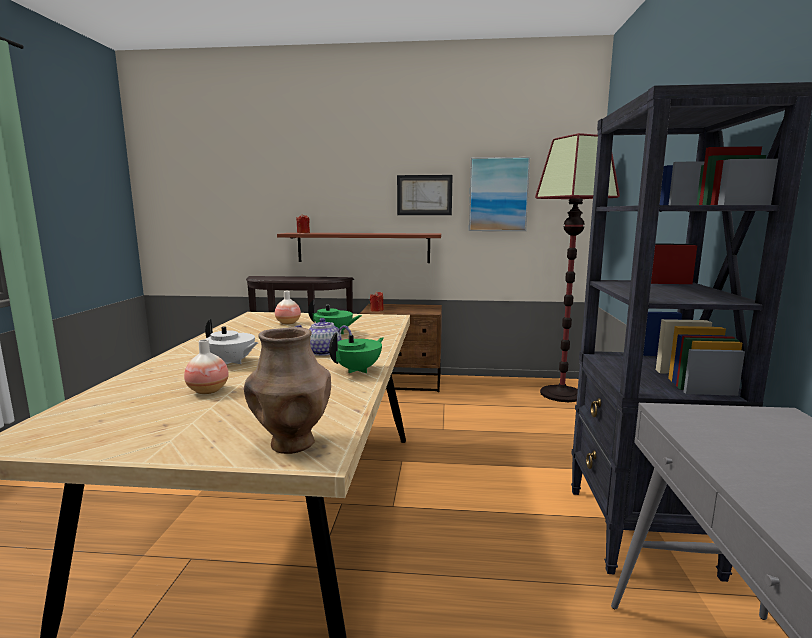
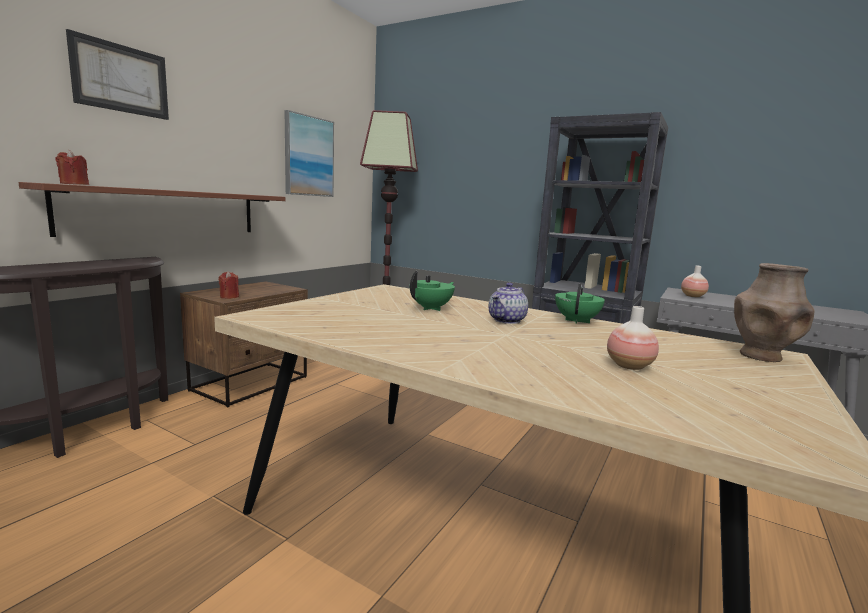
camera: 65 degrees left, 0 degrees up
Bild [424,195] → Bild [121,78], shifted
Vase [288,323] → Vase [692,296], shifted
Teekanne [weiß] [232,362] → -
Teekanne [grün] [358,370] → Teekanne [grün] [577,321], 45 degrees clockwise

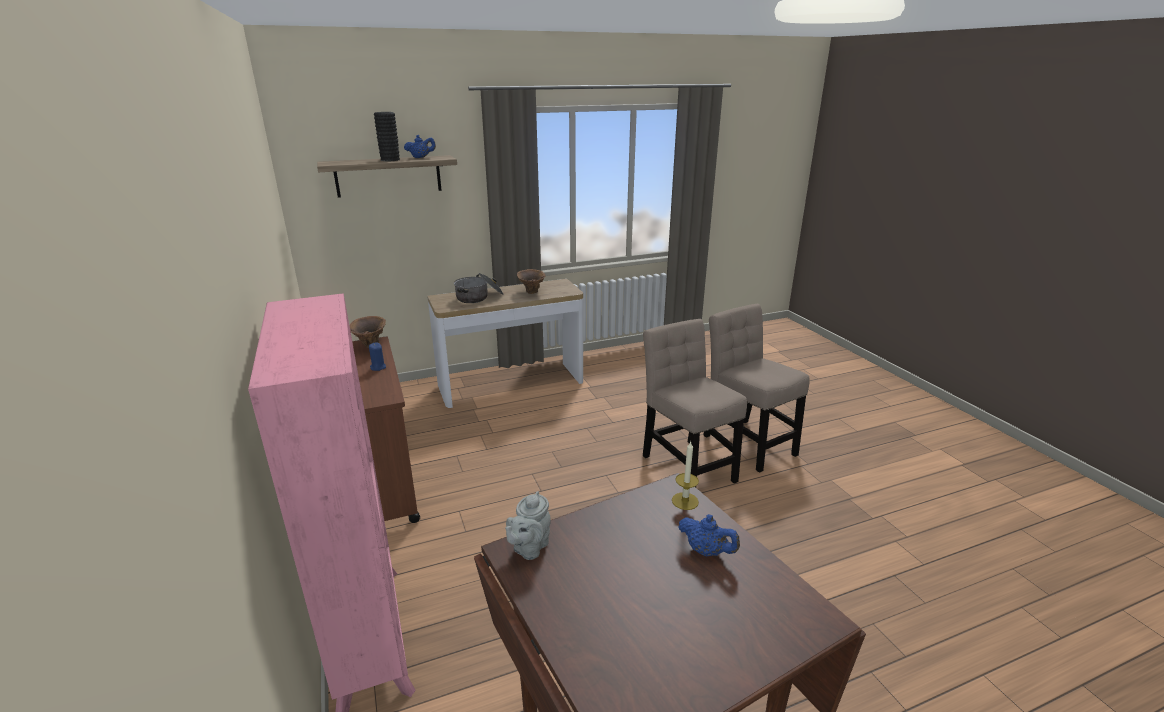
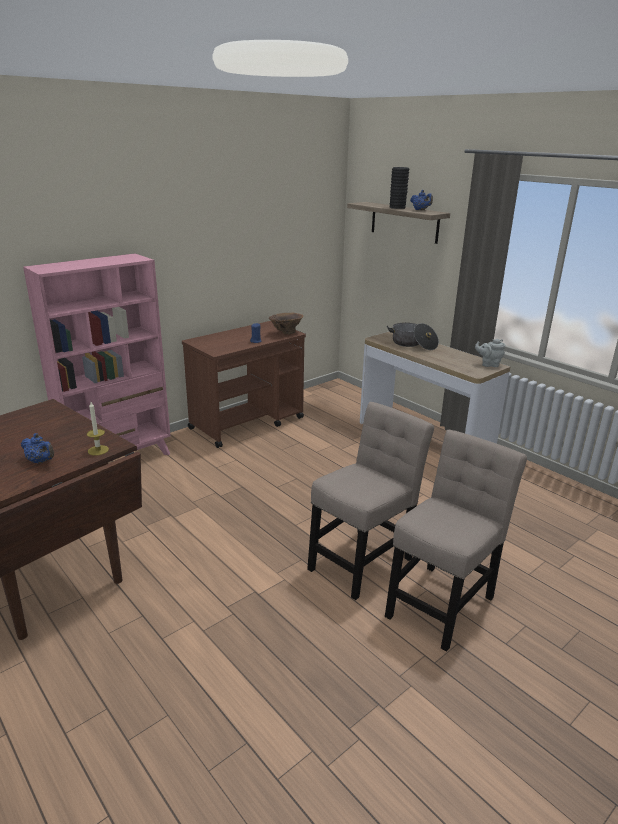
camera: 70 degrees right, 0 degrees up
Vase [braun] [531,293] → -
Teekanne [grau] [529,548] → Teekanne [grau] [489,364], shifted
Teekanne [blau] [706,551] → Teekanne [blau] [41,461], 75 degrees counterclockwise

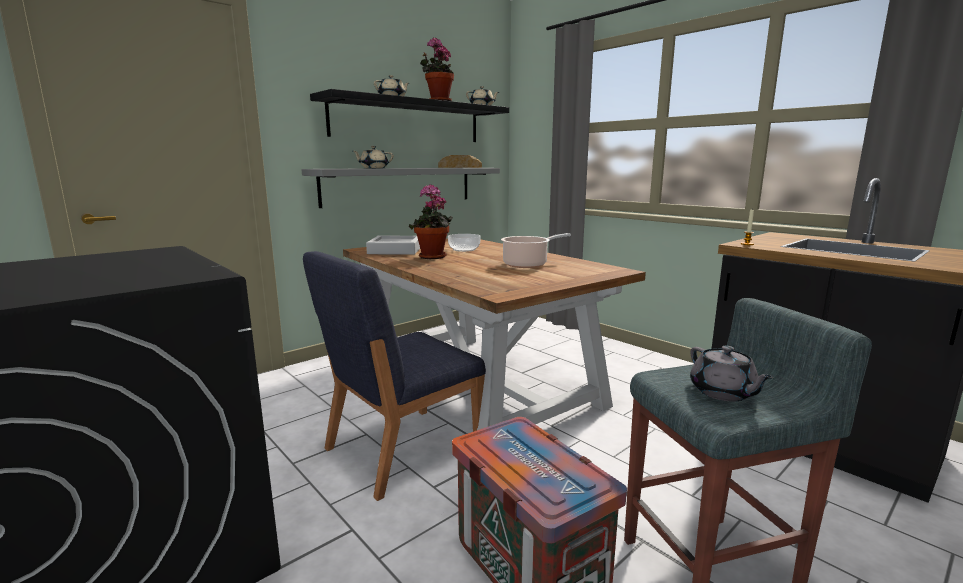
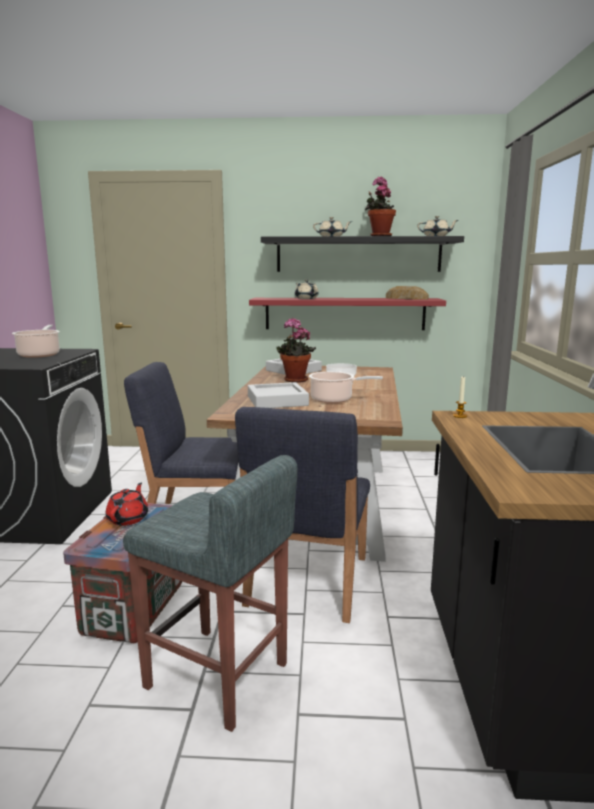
camera: 45 degrees right, 0 degrees up
Wandregal [grau] [400,185] → Wandregal [rot] [345,313]
Teekanne [grau] [723,393] → -
- → Kochtopf [40,354]
- → Tablett [grau] [277,401]
- → Stuhl [blau] [307,581]
- → Teekanne [rot] [128,518]

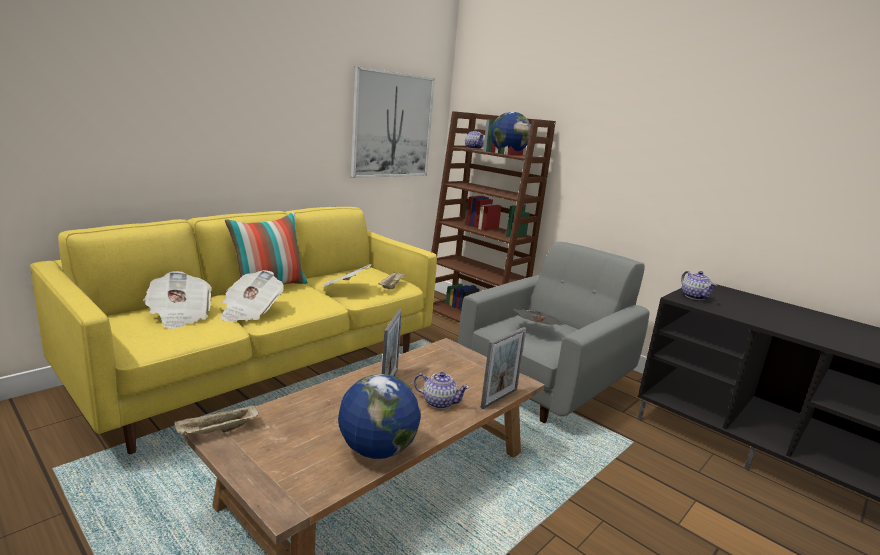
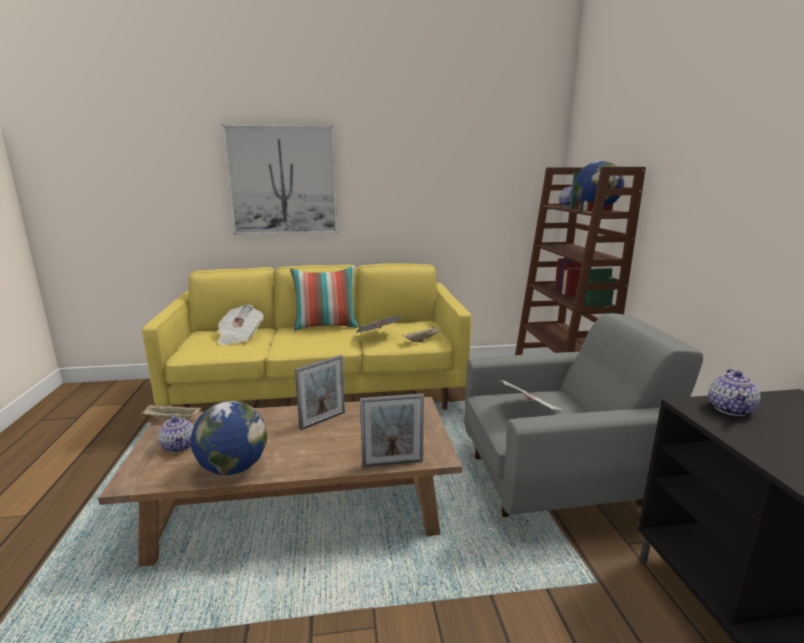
camera: 40 degrees right, 0 degrees up
Bild [392,125] → Bild [282,181], shifted
Zeitung [250,312] → -
Teekanne [439,402] → Teekanne [179,446], shifted

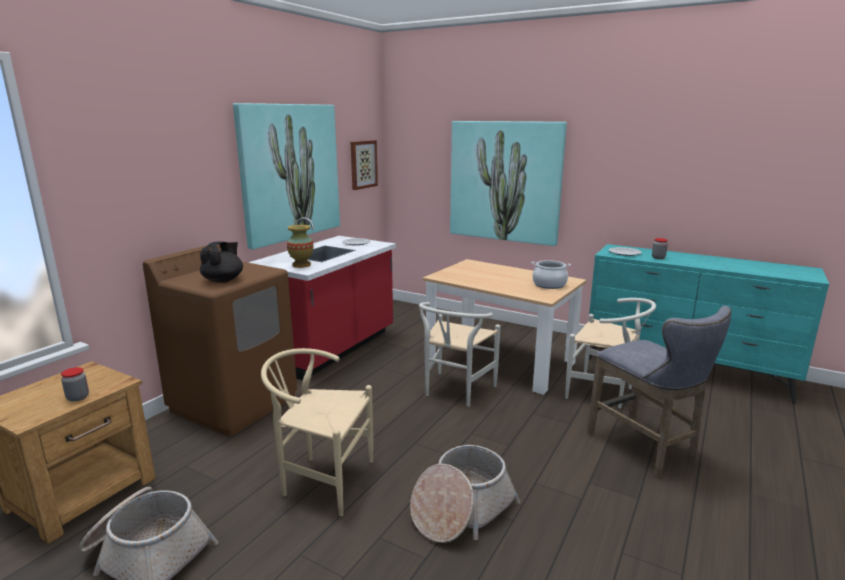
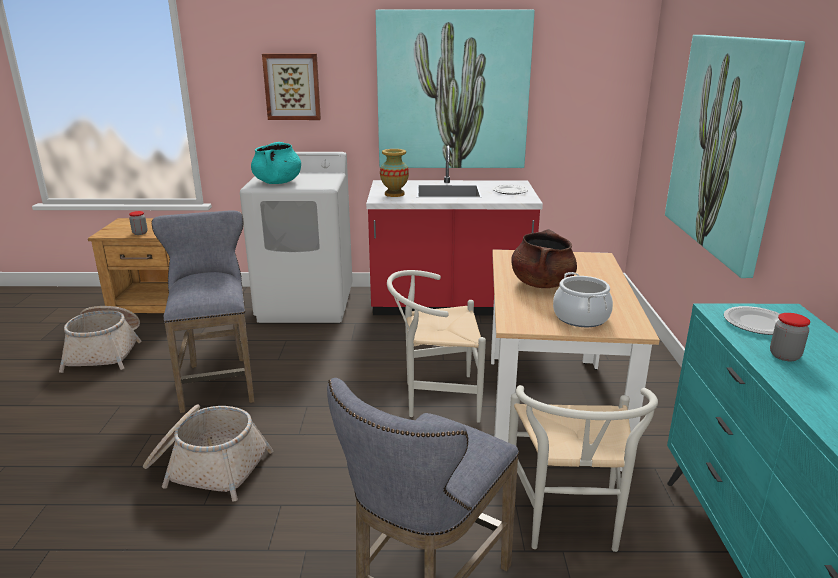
camera: 60 degrees right, 5 degrees up
Bild [363,164] → Bild [292,87], shifted
Teekanne [schwarz] [223,280] → Kochtopf [türkis] [277,182]
Waschmaschine [braun] [234,403] → Waschmaschine [weiß] [306,304]
Stuhl [beige] [321,480] → Hocker [grau] [218,380]
- → Kochtopf [braun] [541,283]

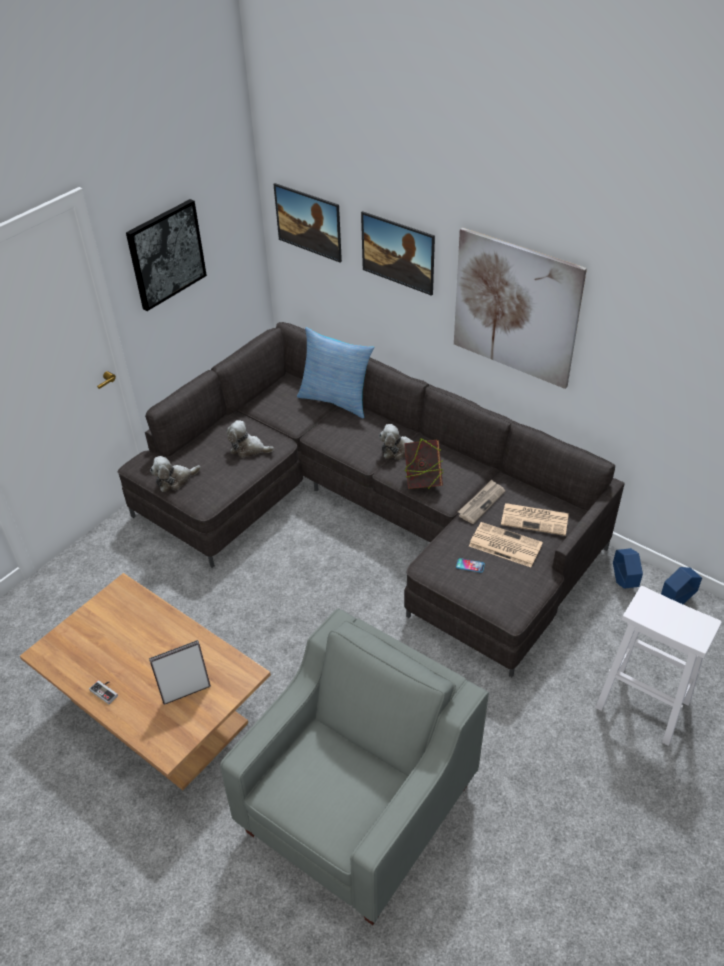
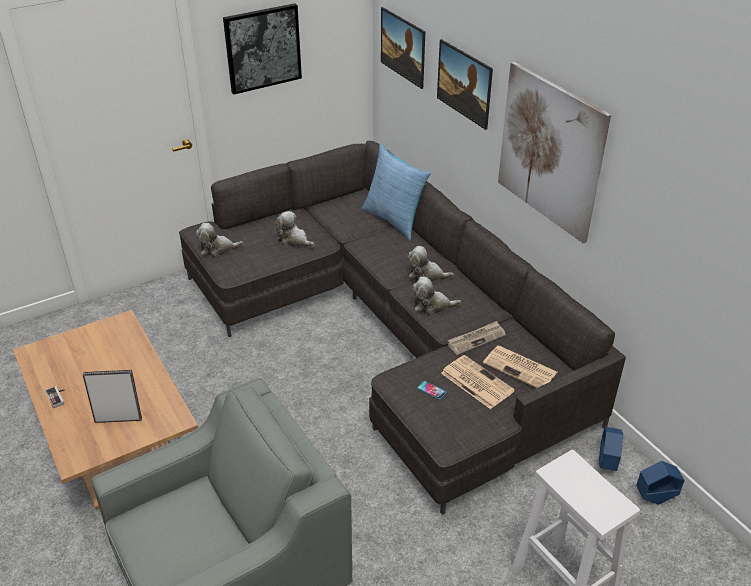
camera: 20 degrees right, 5 degrees down
Buch [423,481] → Plüschtier [432,306]

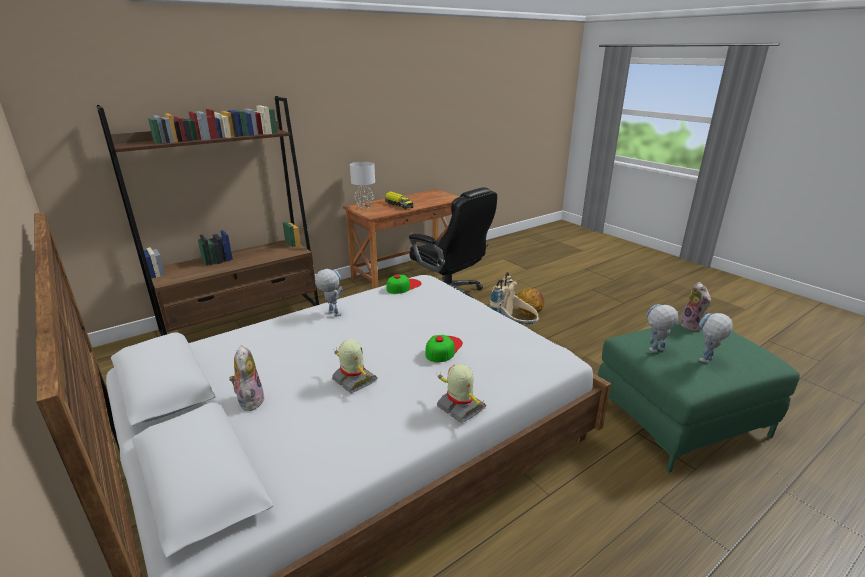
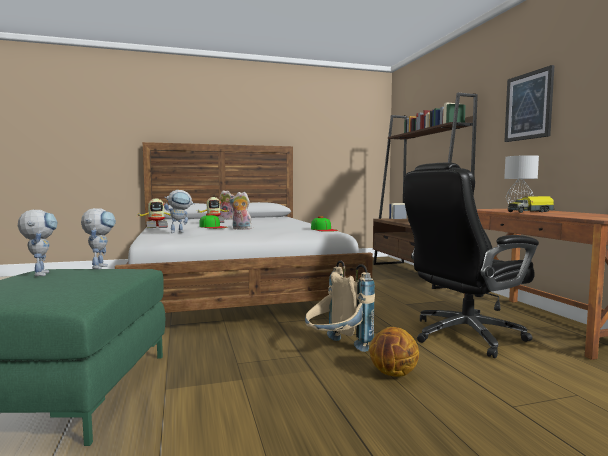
camera: 110 degrees right, 20 degrees down
Spielzeugroboter [331,312] → Spielzeugroboter [180,232], shifted
Plüschtier [692,326] → Plüschtier [241,229], shifted
- → Bild [528,106]

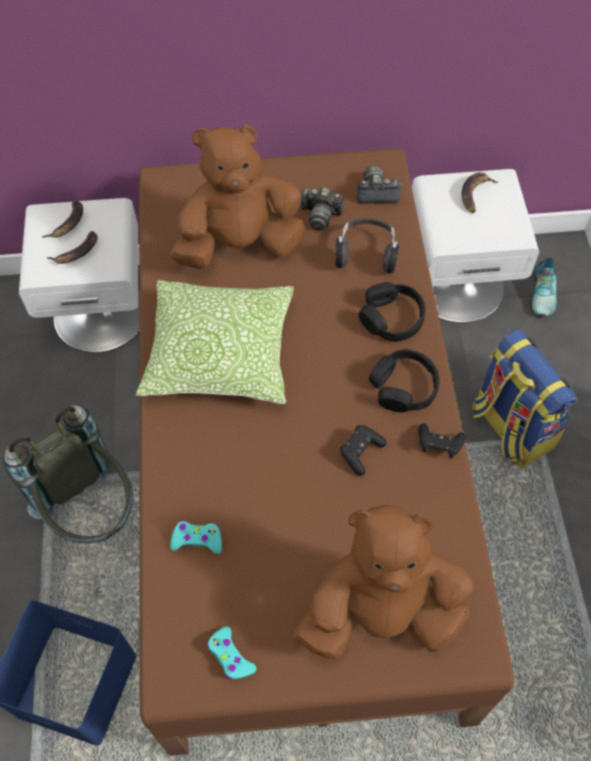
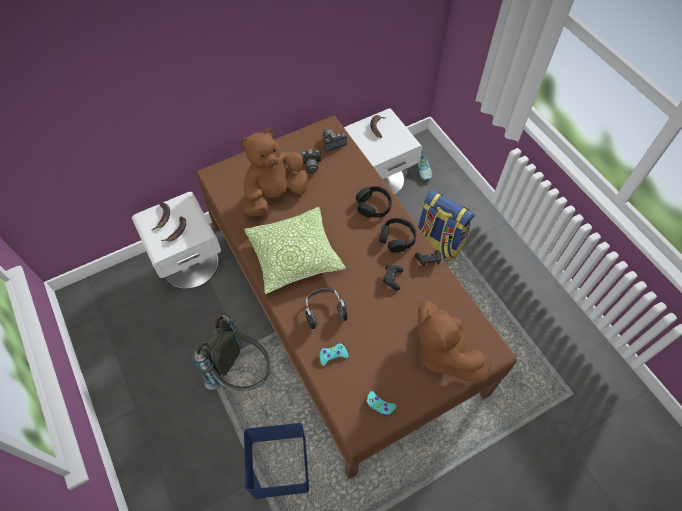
camera: 25 degrees left, 0 degrees up
Kopfhörer [366,254] → Kopfhörer [324,311], shifted
Plüschtier [braun] [382,613] → Plüschtier [braun] [441,352], 90 degrees counterclockwise

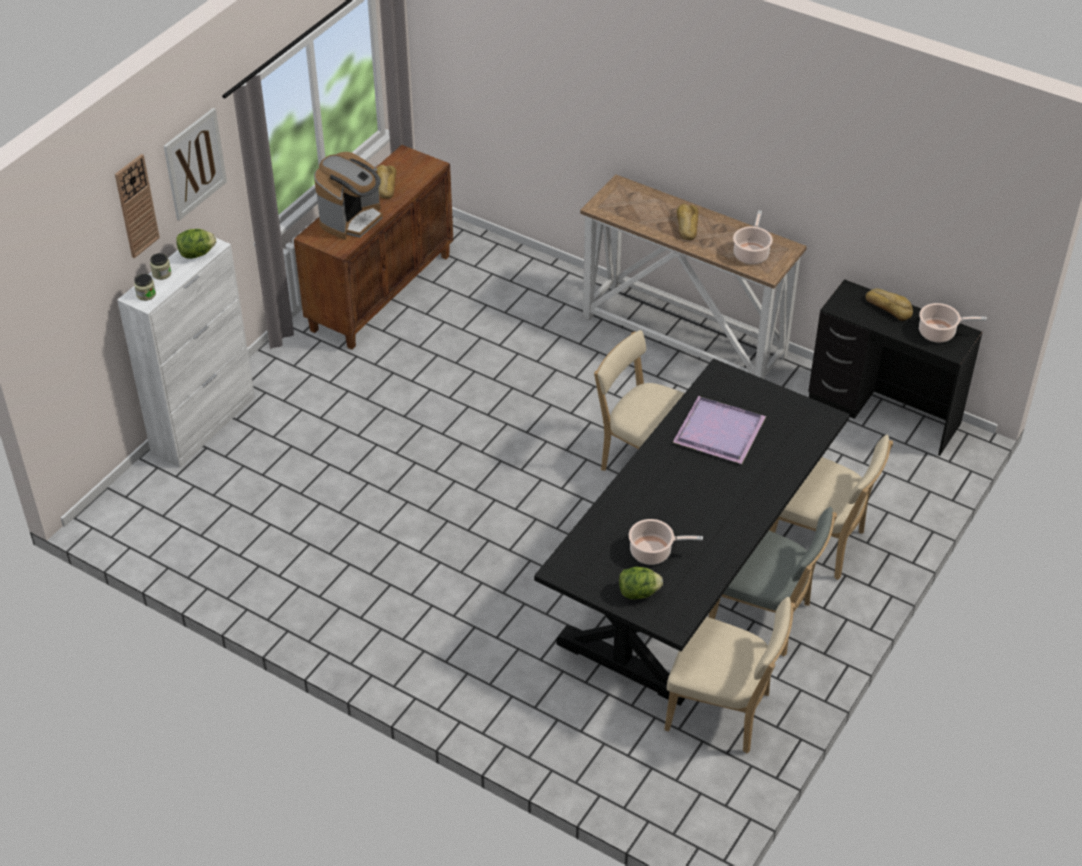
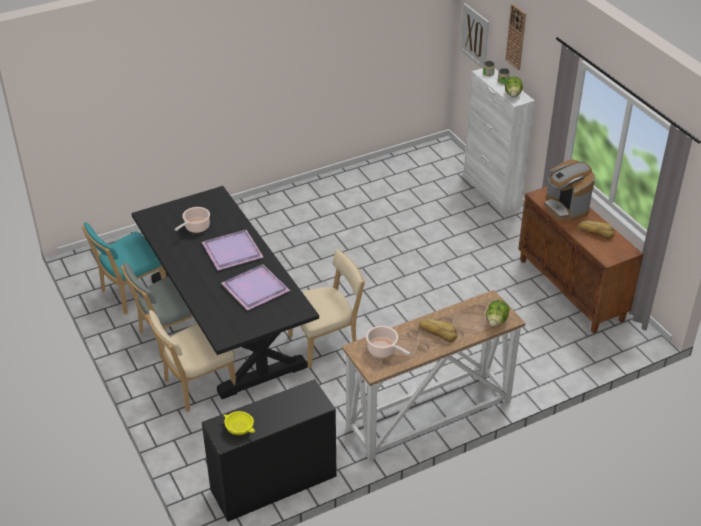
camera: 120 degrees right, 5 degrees down
Bild [194,163] → Bild [475,36], shifted
Brot [889,307] → -
Kochtopf [939,332] → Schüssel [gelb] [239,428]
Salatkopf [638,593] → Salatkopf [496,321], shifted
Stuhl [beige] [723,713] → Stuhl [türkis] [131,293]
- → Tablett [lila] [233,251]

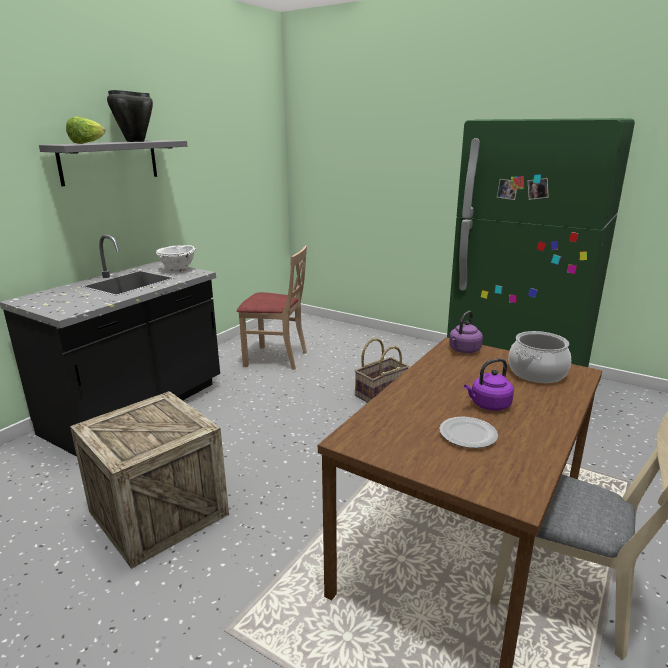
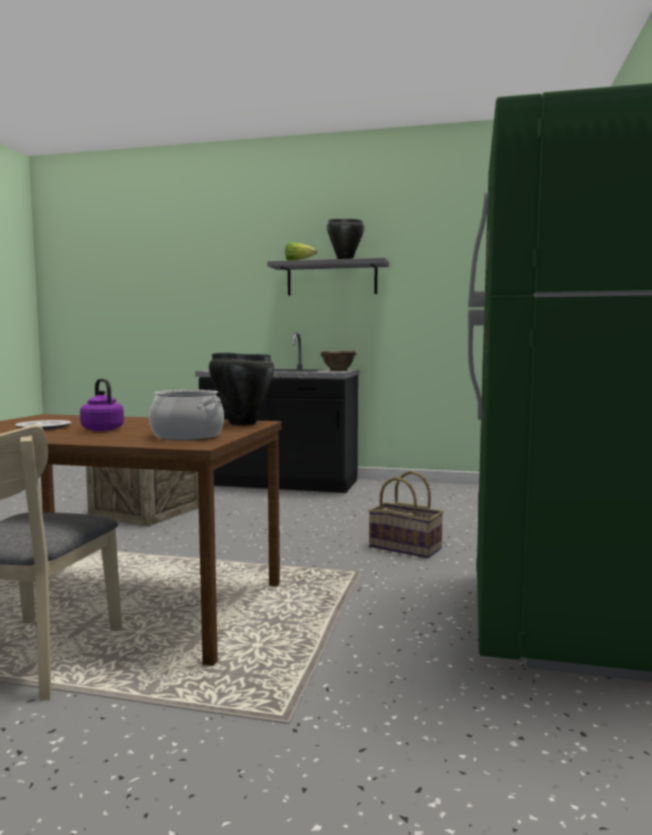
camera: 70 degrees right, 15 degrees down
Schüssel [weiß] [178,270] → Schüssel [braun] [338,370]
Stuhl [beige] [276,358] → -
Wasserkessel [lila] [463,350] → Kochtopf [schwarz] [241,424]

